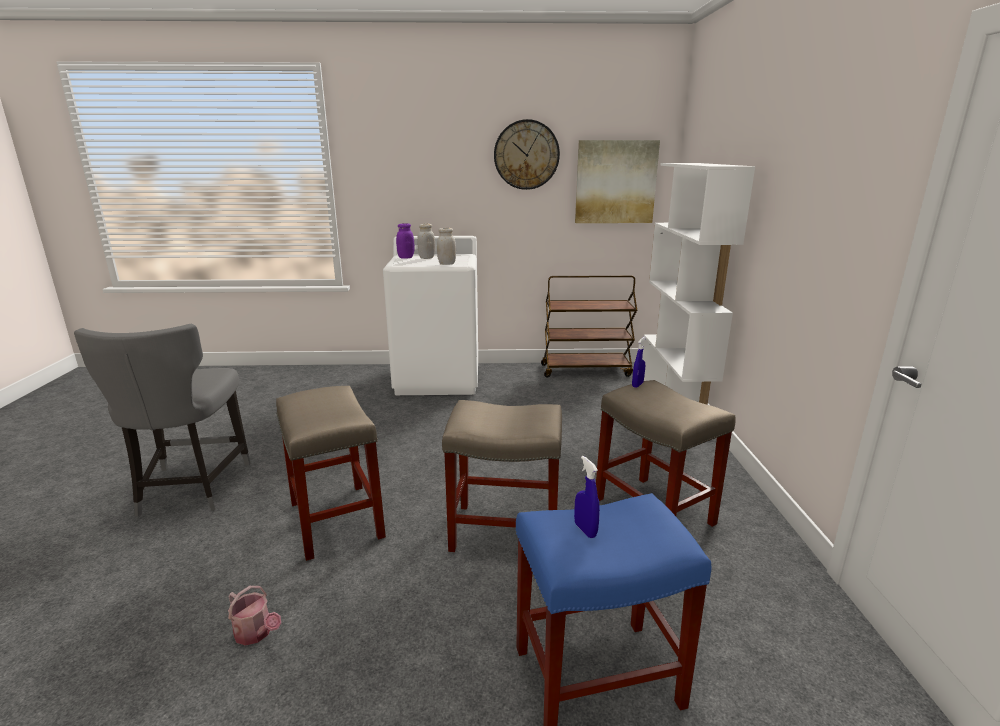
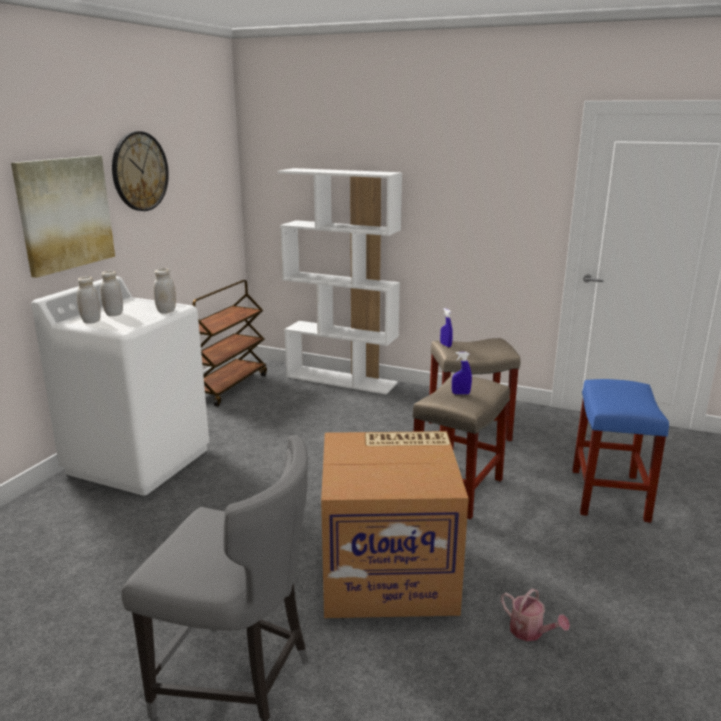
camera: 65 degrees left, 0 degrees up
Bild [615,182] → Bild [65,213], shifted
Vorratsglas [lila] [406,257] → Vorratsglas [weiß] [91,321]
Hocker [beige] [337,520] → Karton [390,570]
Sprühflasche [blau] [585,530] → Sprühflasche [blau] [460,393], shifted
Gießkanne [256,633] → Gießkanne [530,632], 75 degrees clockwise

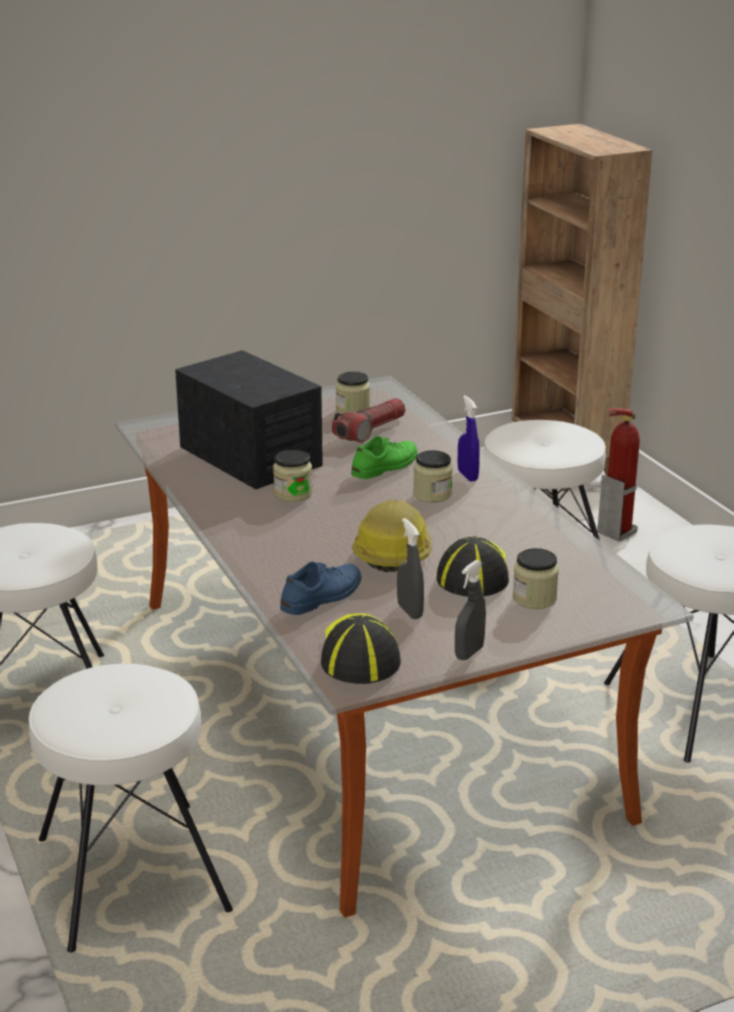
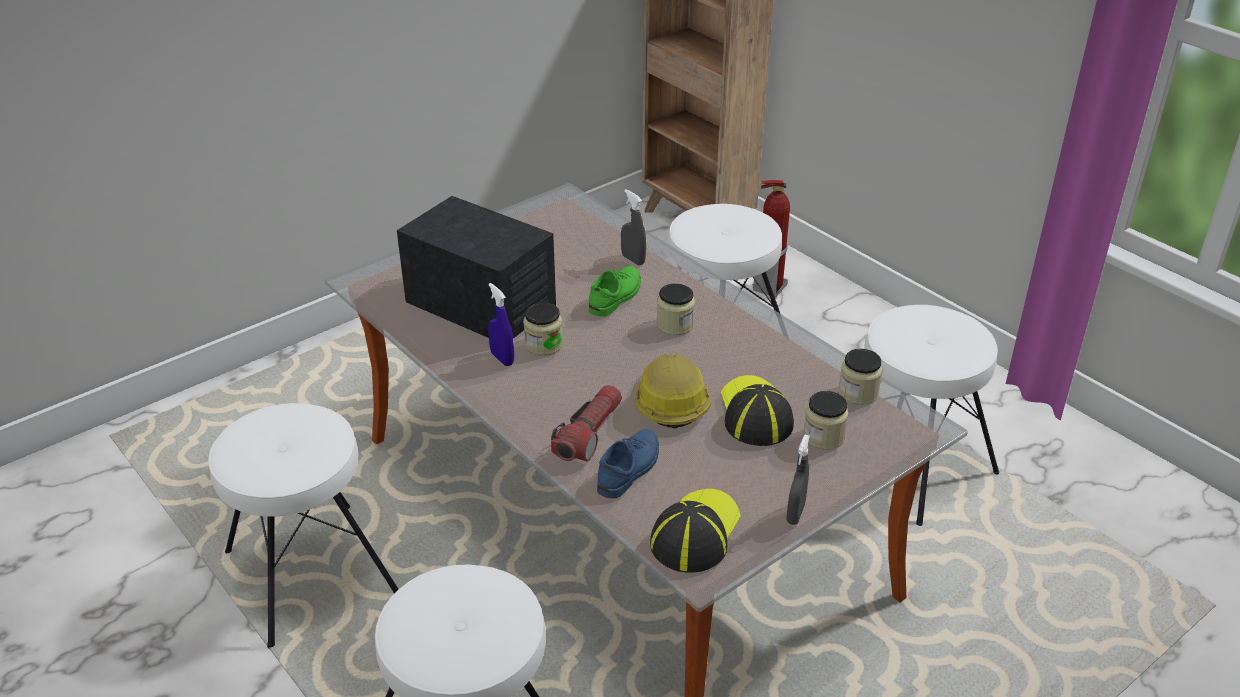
camera: 15 degrees left, 10 degrees up
Vorratsglas [353,410] → Vorratsglas [858,392], shifted
Sprühflasche [blau] [467,476] → Sprühflasche [blau] [502,358], shifted
Taschenlampe [370,430] → Taschenlampe [589,434], shifted
Sprühflasche [grau] [410,611] → Sprühflasche [grau] [633,259], shifted
Kappe [359,653] → Kappe [695,533], 45 degrees clockwise

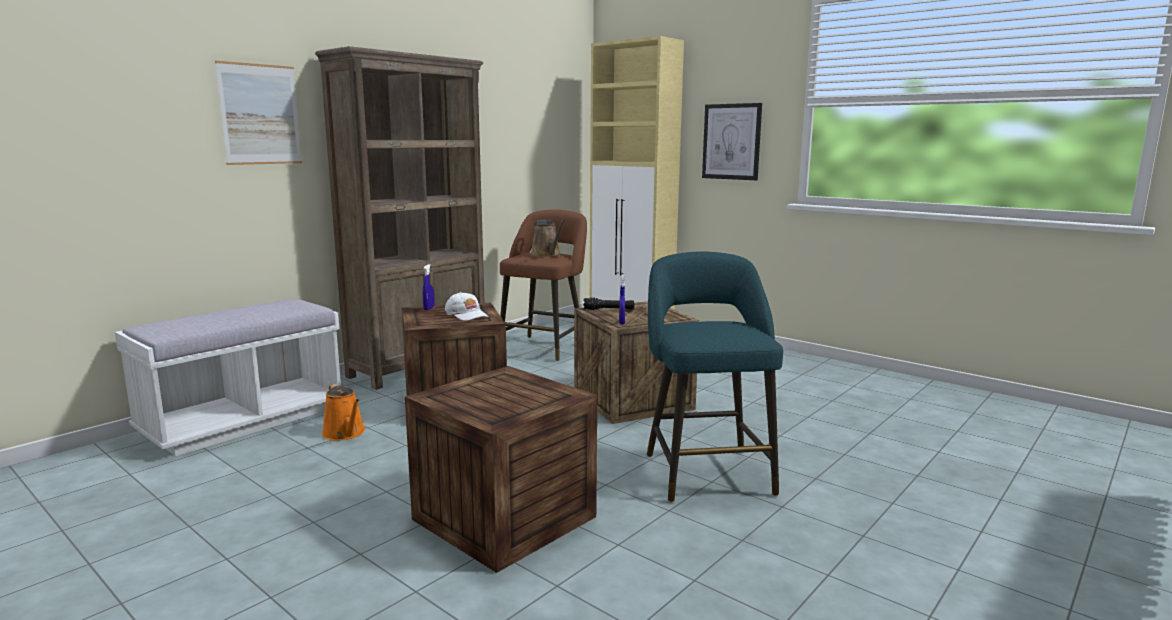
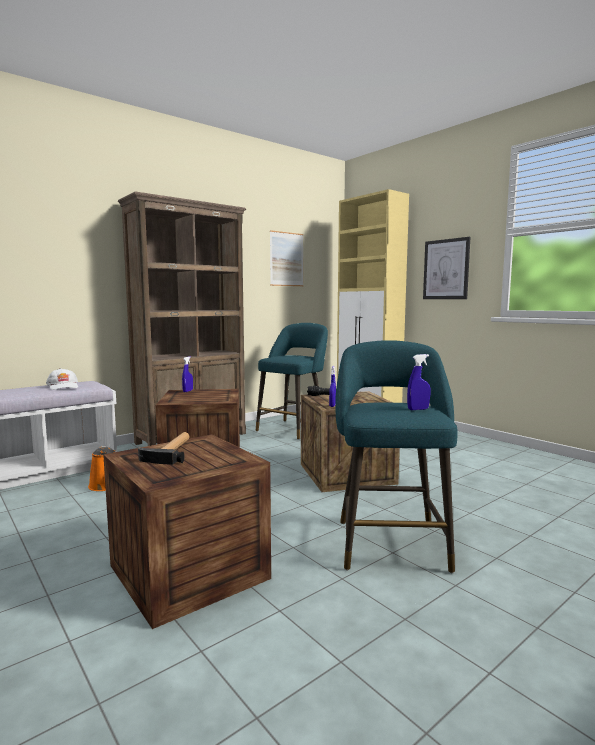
camera: 10 degrees right, 5 degrees down
Bild [260,114] → Bild [286,259], shifted
Hocker [braun] [545,347] → Hocker [türkis] [293,428]
Gießkanne [braun] [547,255] → -
Kappe [weiß] [467,315] → Kappe [weiß] [63,386], shifted
- → Sprühflasche [blau] [418,409]
- → Hammer [171,452]

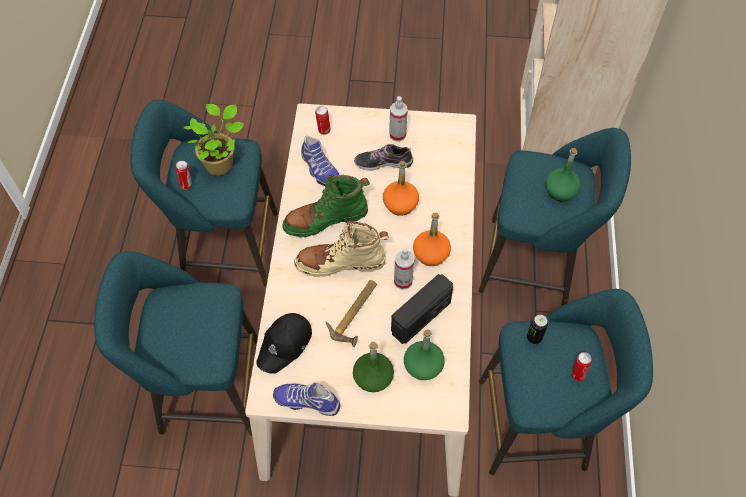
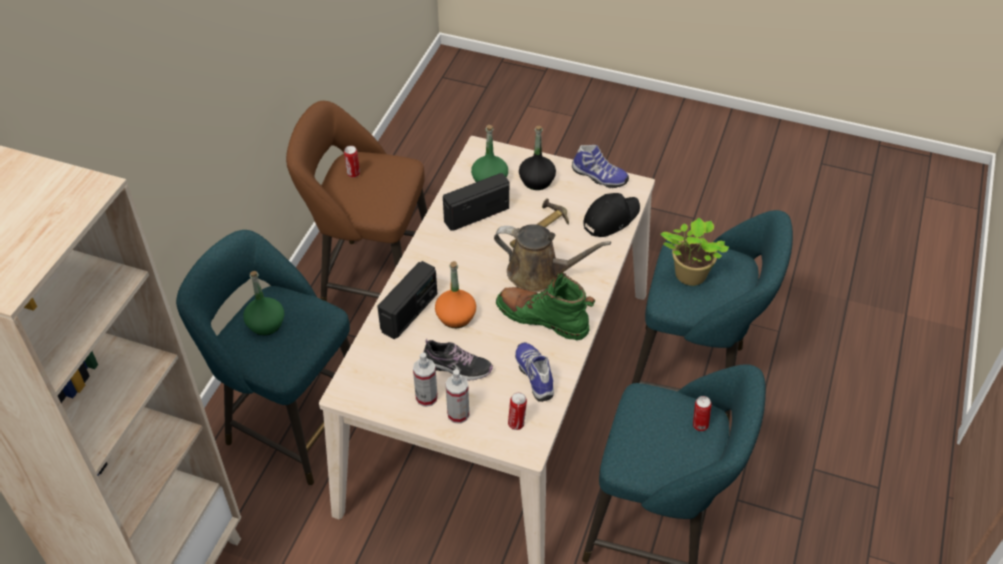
camera: 165 degrees left, 10 degrees down
Topfpflanze [220,163] → Topfpflanze [688,276], shifted
Stiefel [grün] [326,219] → Stiefel [grün] [543,318], 150 degrees counterclockwise
Flasche [orange] [430,254] → -
Stiefel [beige] [340,263] → Gießkanne [braun] [539,274]
Sprühflasche [403,281] → Sprühflasche [458,414], shifted
Hocker [türkis] [539,424] → Hocker [braun] [372,280]
Dose [534,338] → -
Flasche [grün] [373,378] → Flasche [schwarz] [536,181]
- → Radio [410,312]

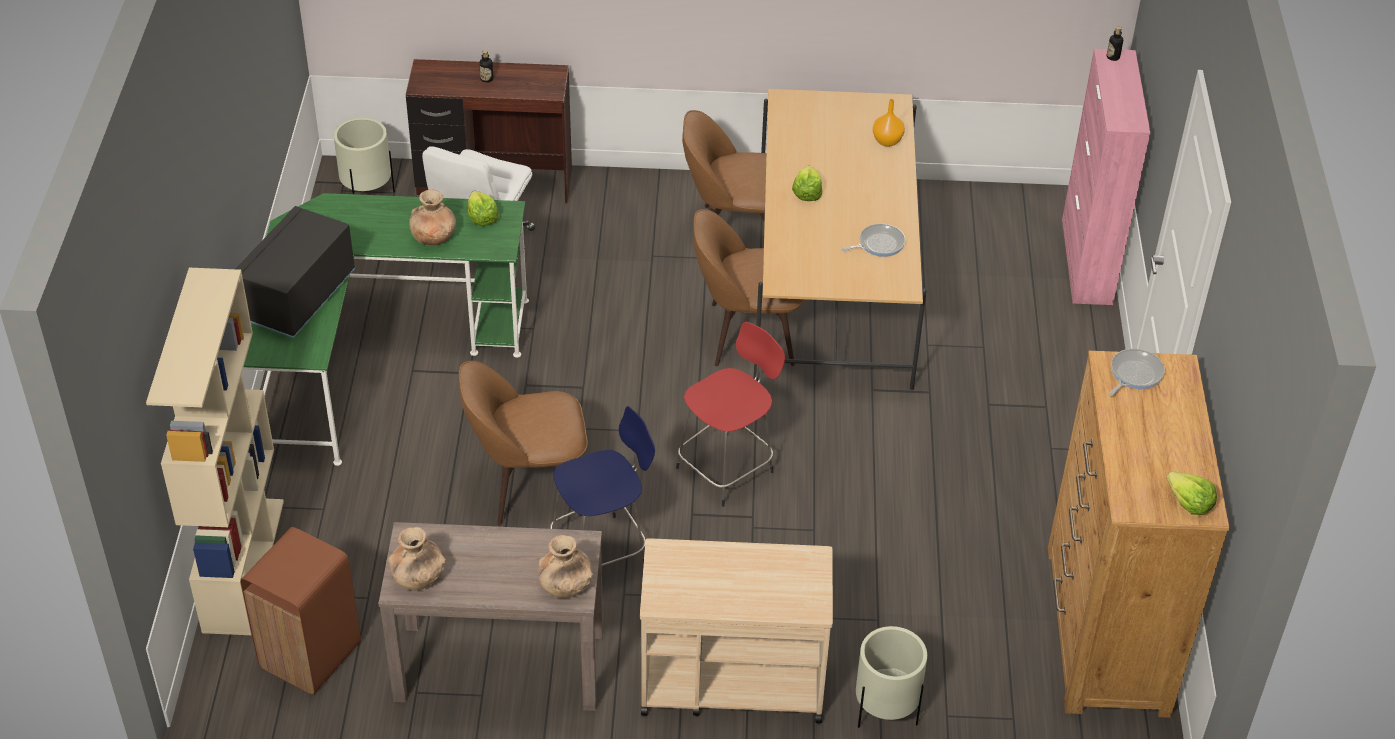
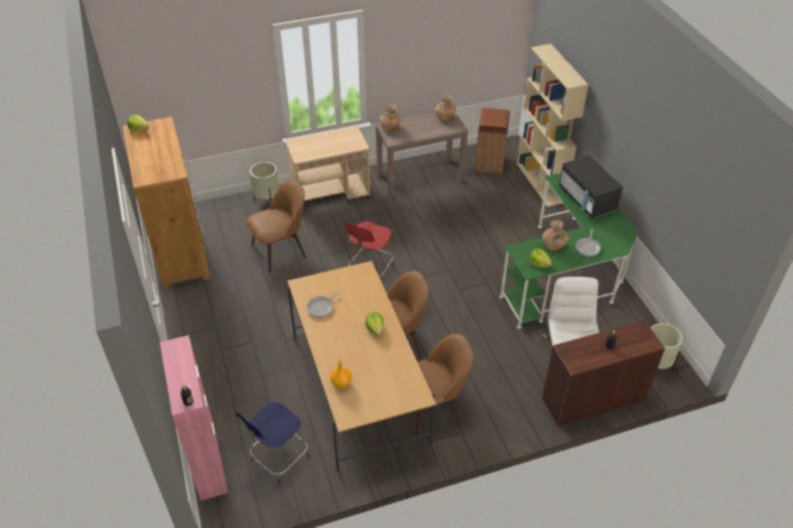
camera: 160 degrees right, 0 degrees up
Mikrowelle [schwarz] [297,297] → Mikrowelle [schwarz] [587,200], 150 degrees clockwise
Pfanne [1134,374] → Pfanne [588,247], shifted
Stuhl [braun] [528,484] → Stuhl [braun] [281,250], shifted
Hocker [blau] [602,551] → Hocker [blau] [278,459], shifted

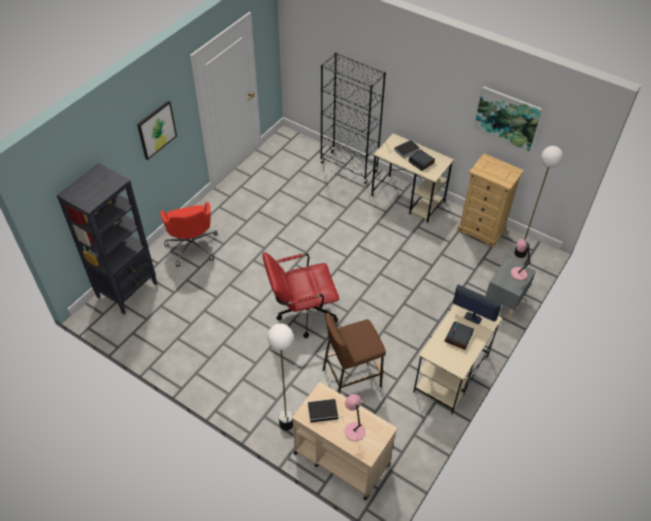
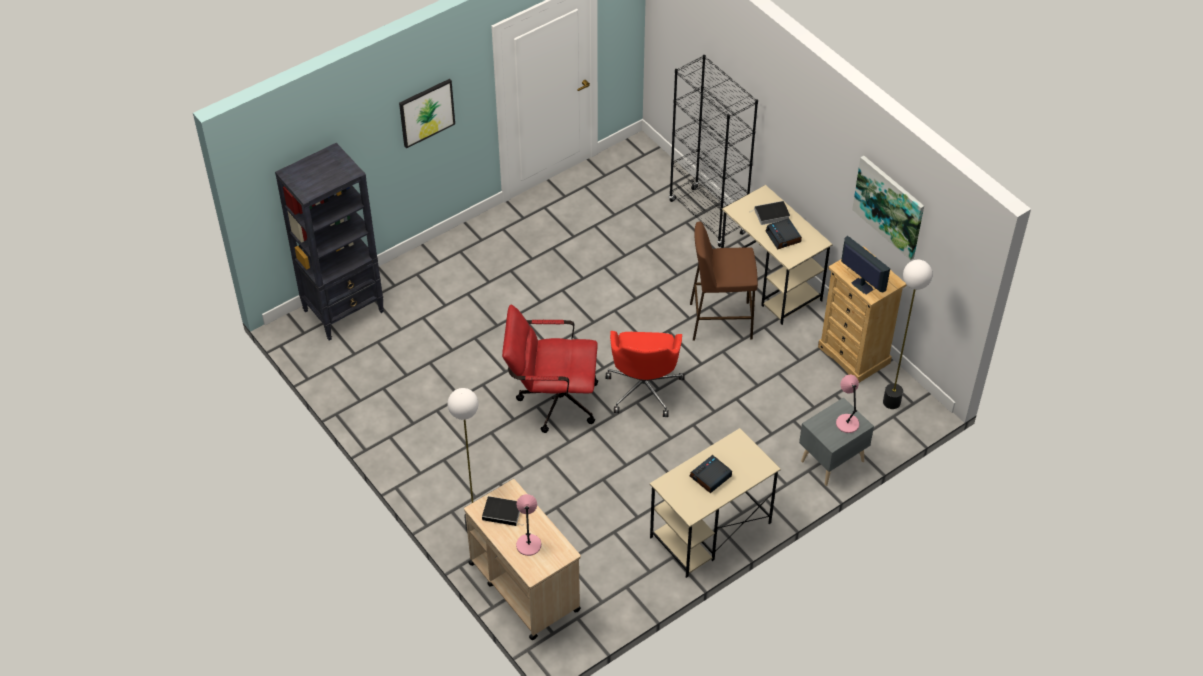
camera: 20 degrees right, 0 degrees up
Bürostuhl [rot] [192,246] → Bürostuhl [rot] [644,388], shifted
Monitor [472,318] → Monitor [861,285], shifted
Hocker [braun] [351,378] → Hocker [braun] [720,321], shifted

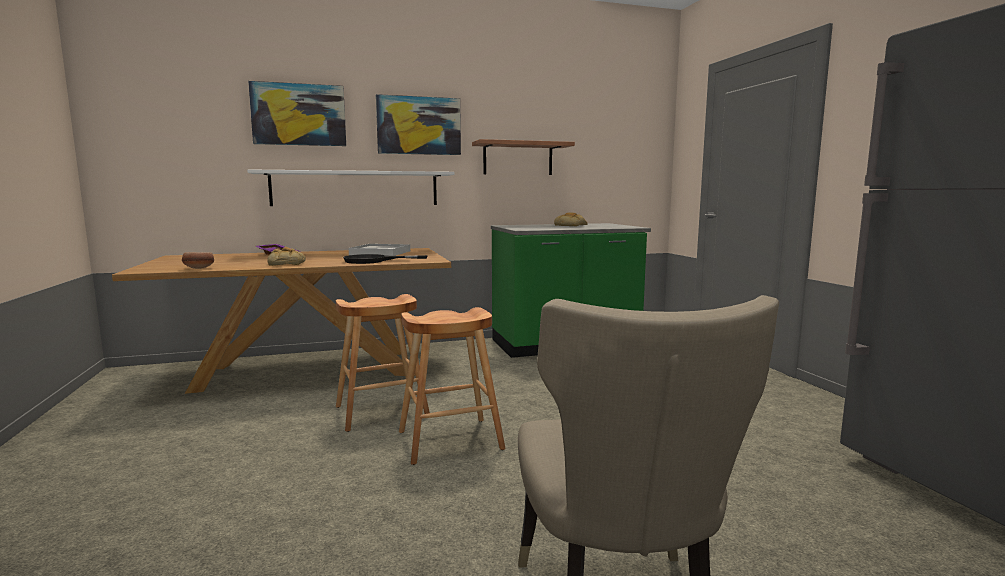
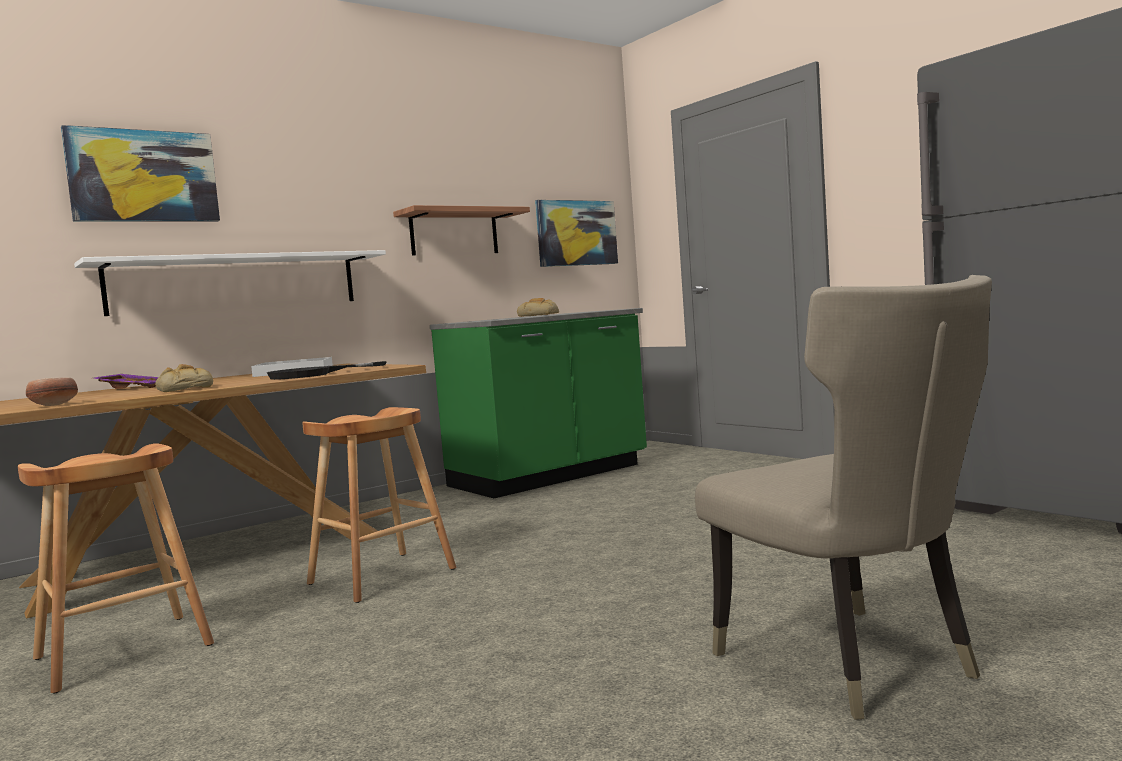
camera: 20 degrees left, 5 degrees down
Bild [419,125] → Bild [576,233], shifted
Hocker [braun] [450,440] → Hocker [braun] [124,651], shifted

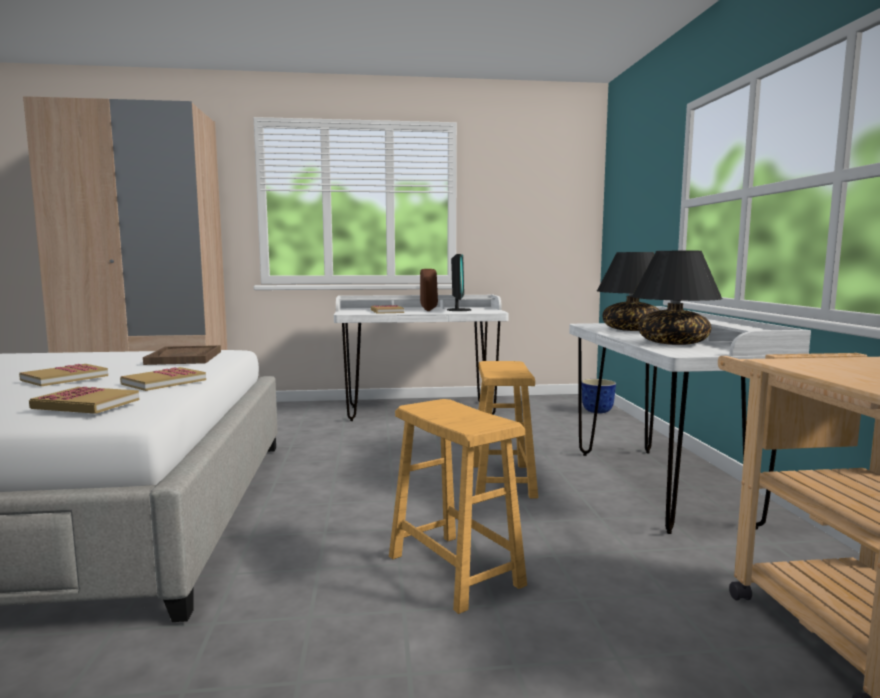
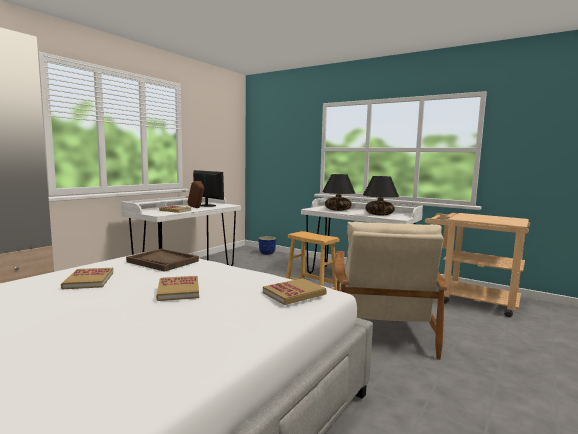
camera: 50 degrees left, 0 degrees up
Buch [164,382] → Buch [89,280], shifted
Hocker [braun] [454,571] → Sessel [beige] [381,330]

